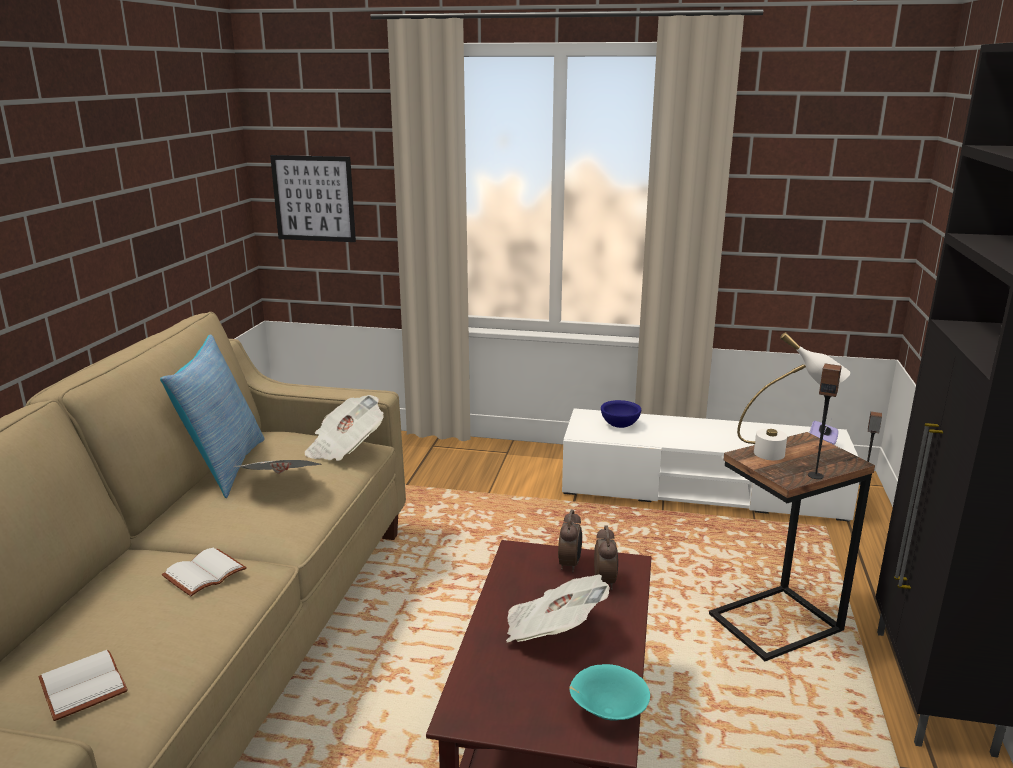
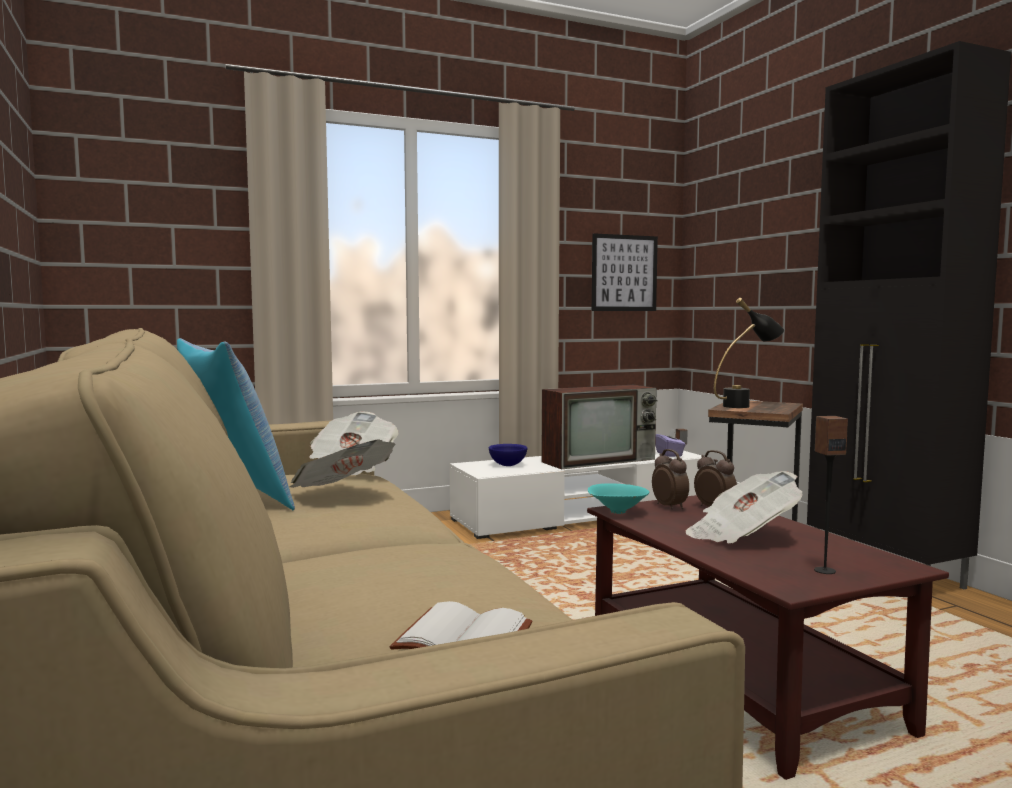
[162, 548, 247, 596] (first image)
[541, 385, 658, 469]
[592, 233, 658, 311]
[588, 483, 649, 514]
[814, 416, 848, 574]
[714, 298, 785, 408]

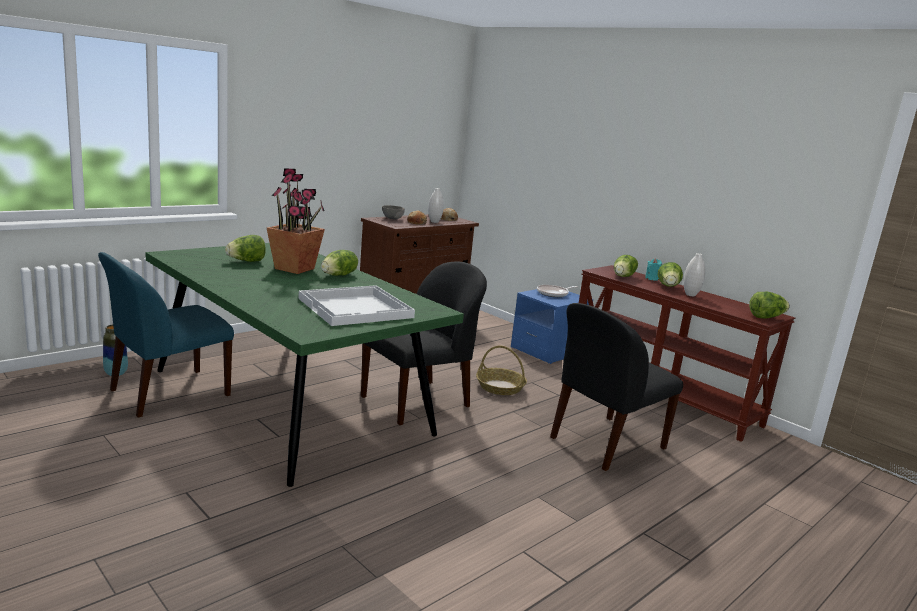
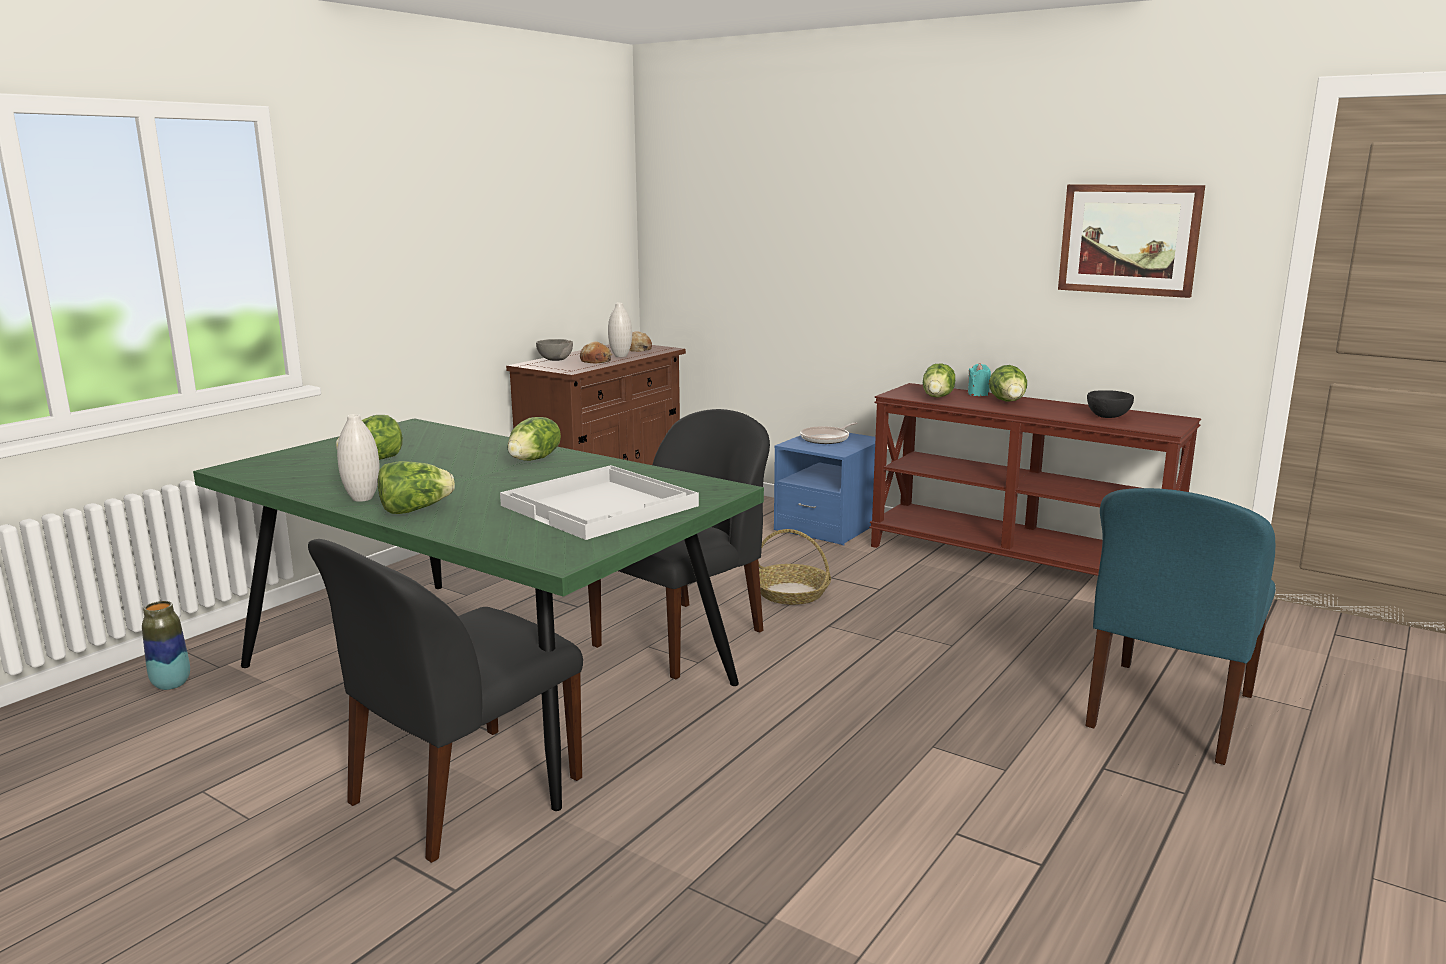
[267, 168, 325, 274] (first image)
[1058, 184, 1205, 298]
[1087, 390, 1134, 418]
[1086, 488, 1275, 765]
[308, 539, 583, 863]
[337, 414, 380, 502]
[378, 461, 455, 514]

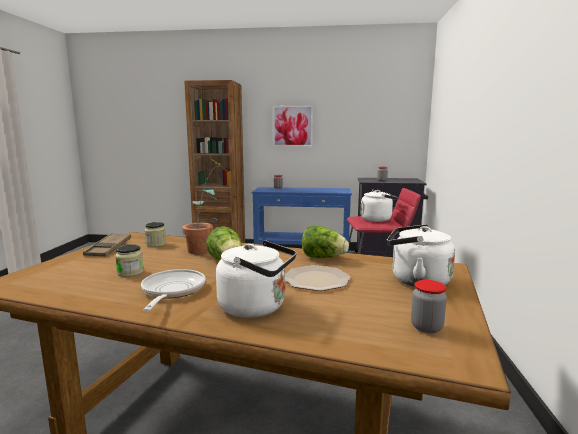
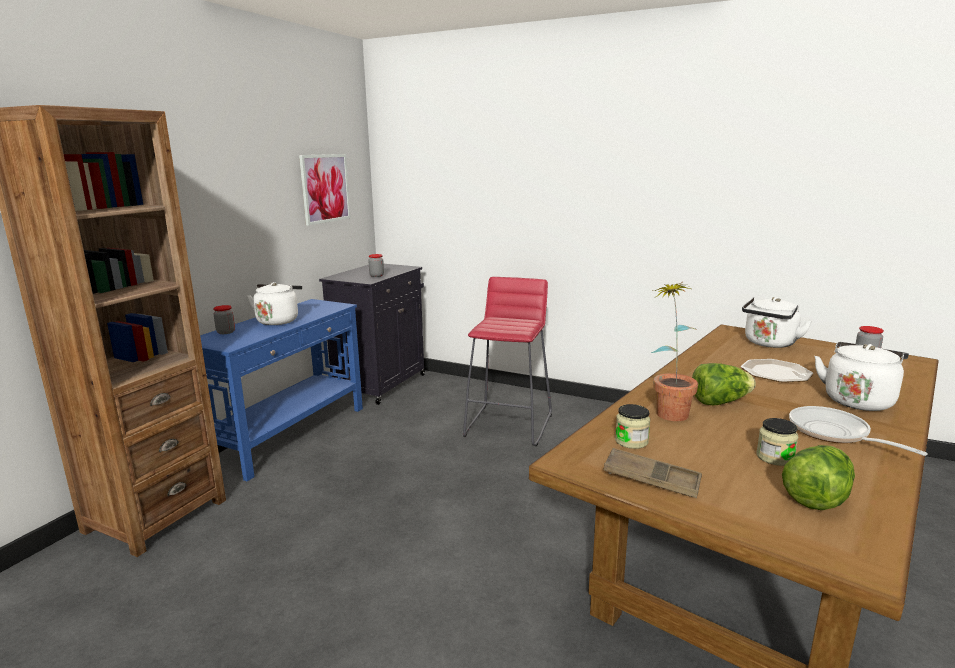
[299, 154, 351, 226]
[782, 445, 855, 510]
[247, 282, 302, 325]
[789, 406, 928, 456]

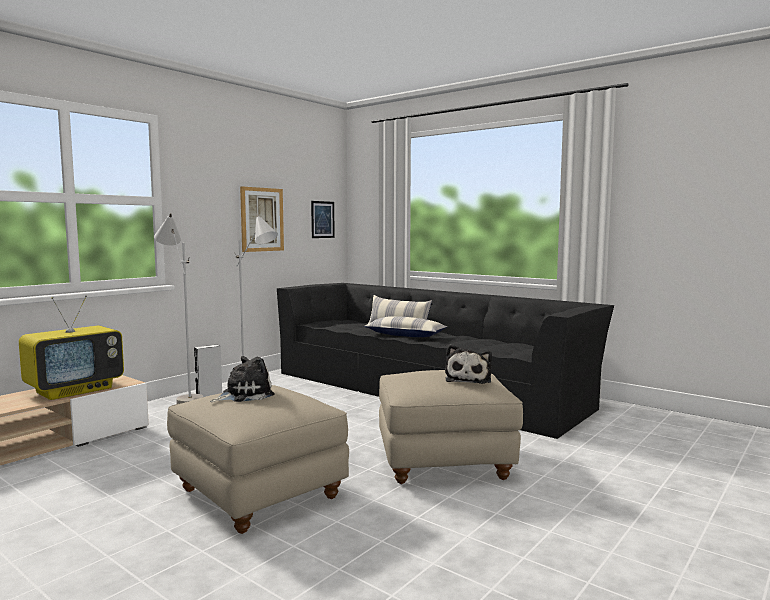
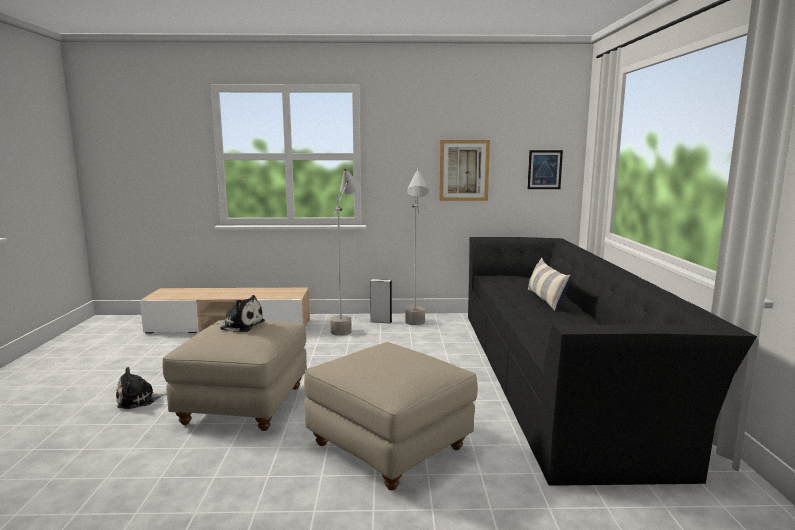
[19, 296, 124, 400] (first image)
[364, 316, 447, 337] (first image)
[116, 367, 167, 409]

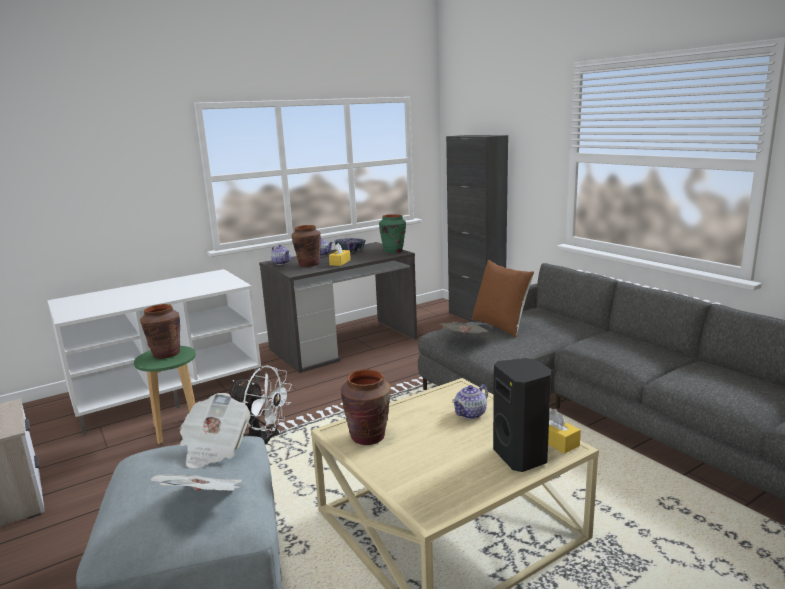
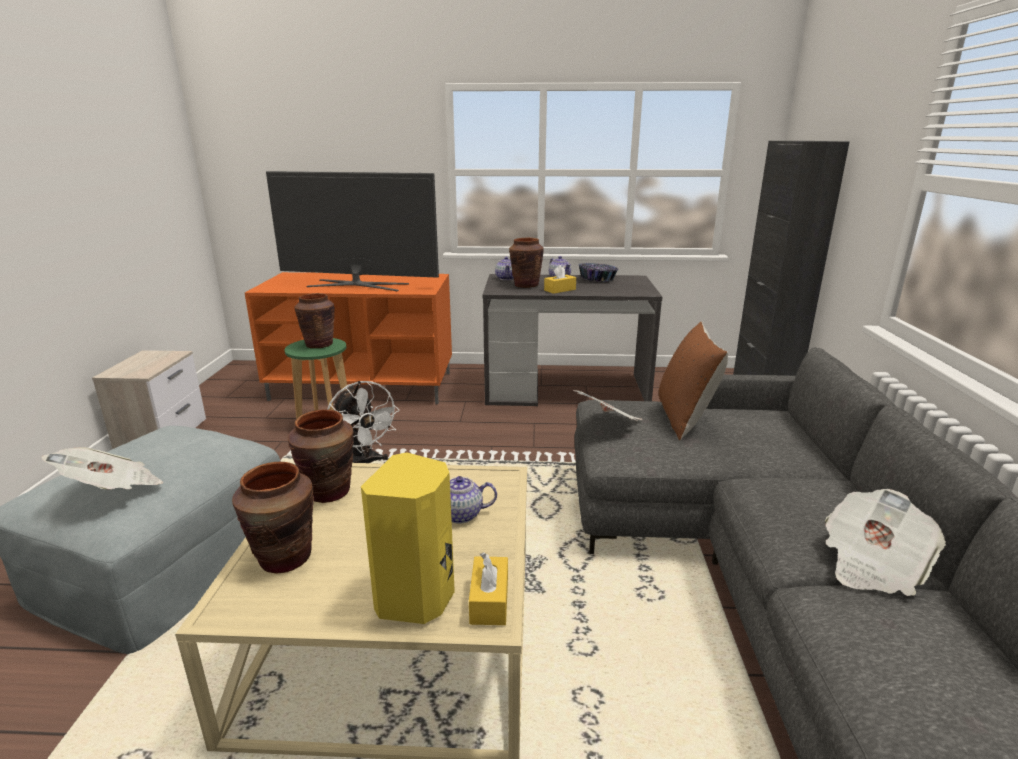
[379, 214, 406, 253] (first image)
[232, 462, 314, 574]
[266, 171, 439, 291]
[824, 489, 946, 596]
[245, 272, 452, 404]
[361, 452, 455, 624]

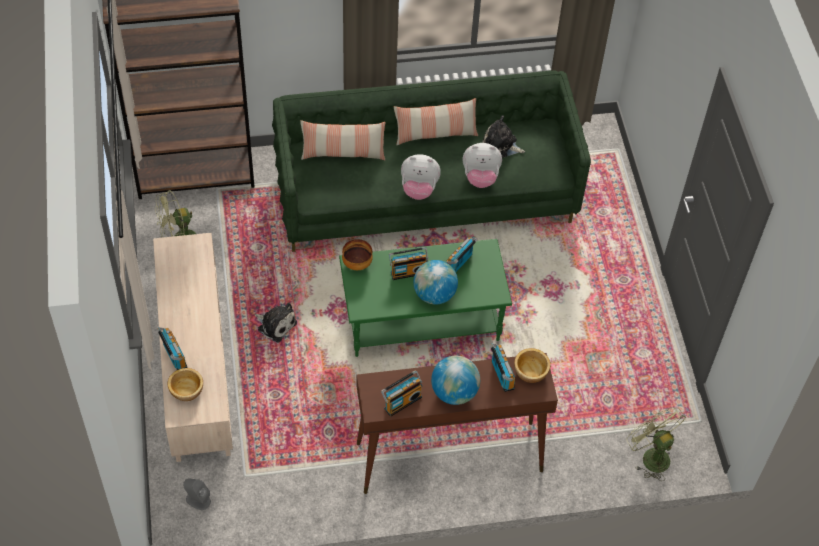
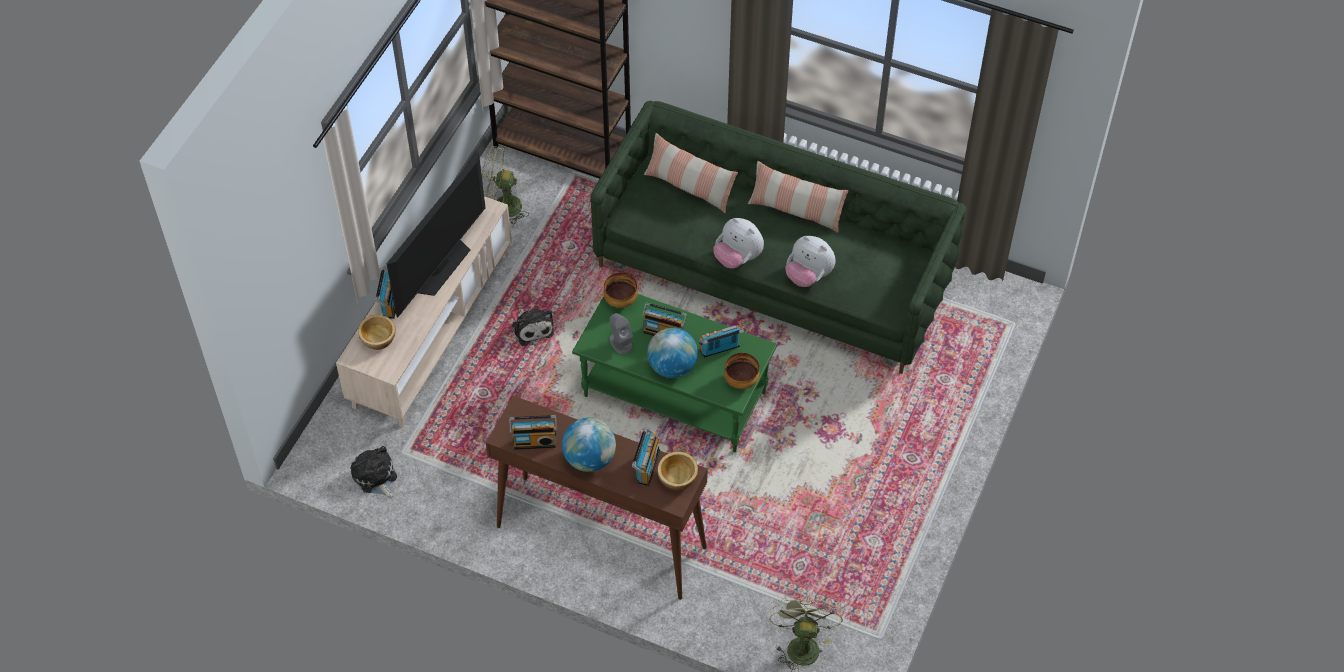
[386, 152, 485, 317]
[724, 353, 759, 389]
[609, 313, 633, 354]
[350, 446, 397, 498]

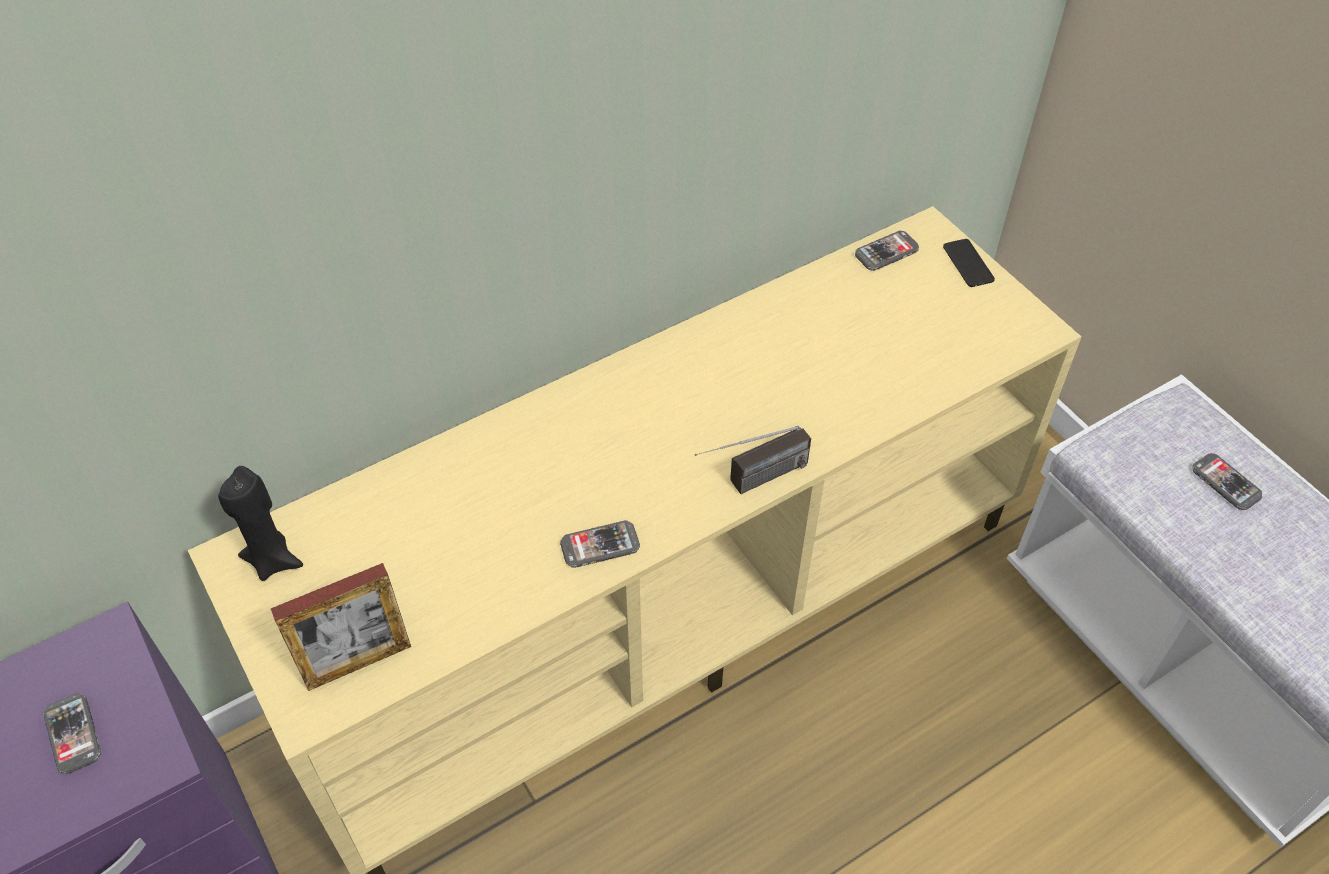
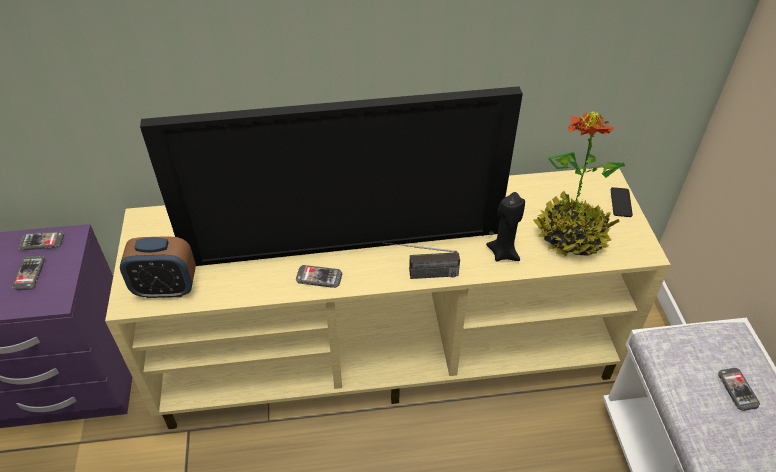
[140, 86, 523, 266]
[533, 111, 625, 258]
[486, 192, 525, 261]
[18, 231, 64, 250]
[120, 236, 196, 298]

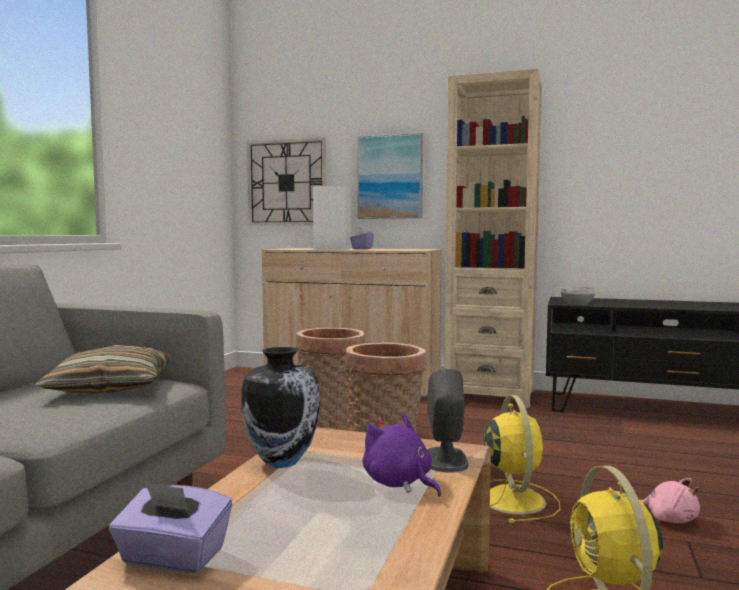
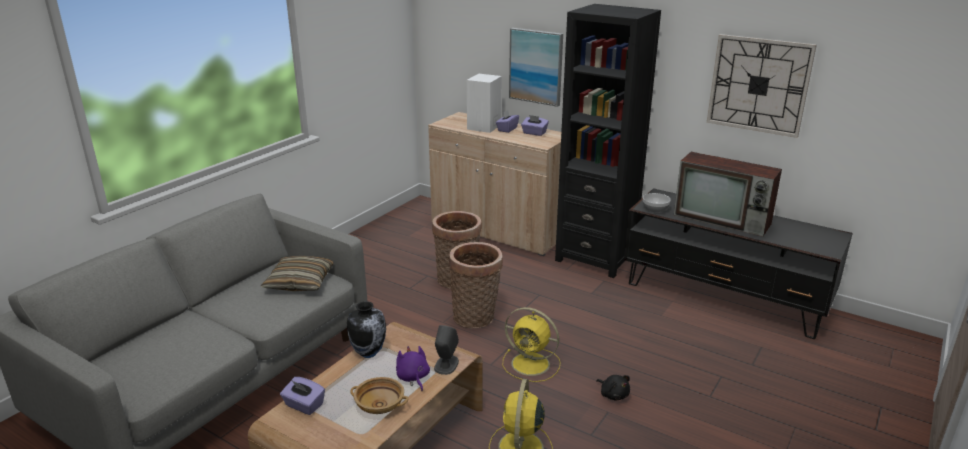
[350, 377, 408, 414]
[521, 115, 549, 136]
[674, 152, 782, 236]
[707, 34, 817, 138]
[555, 4, 661, 278]
[596, 375, 630, 400]
[502, 307, 561, 382]

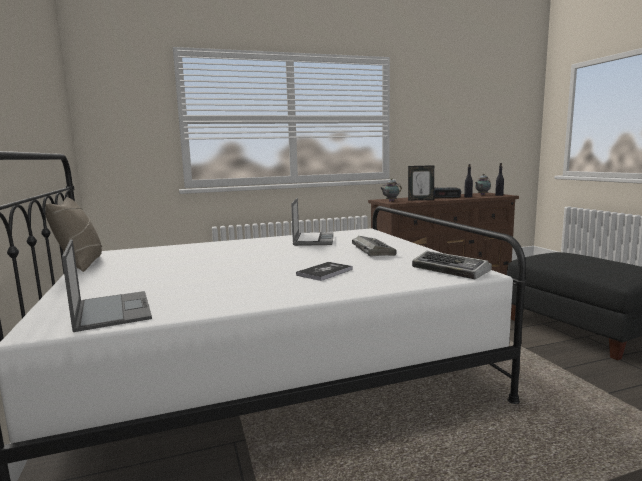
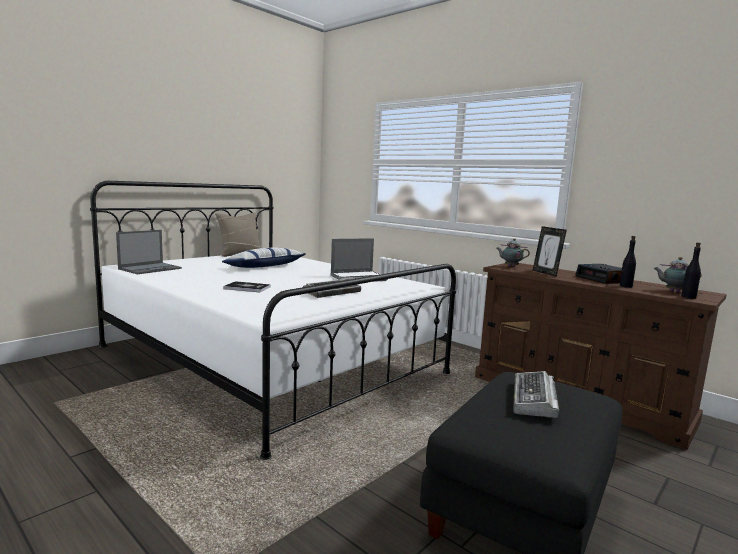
[222, 248, 306, 268]
[513, 371, 559, 418]

